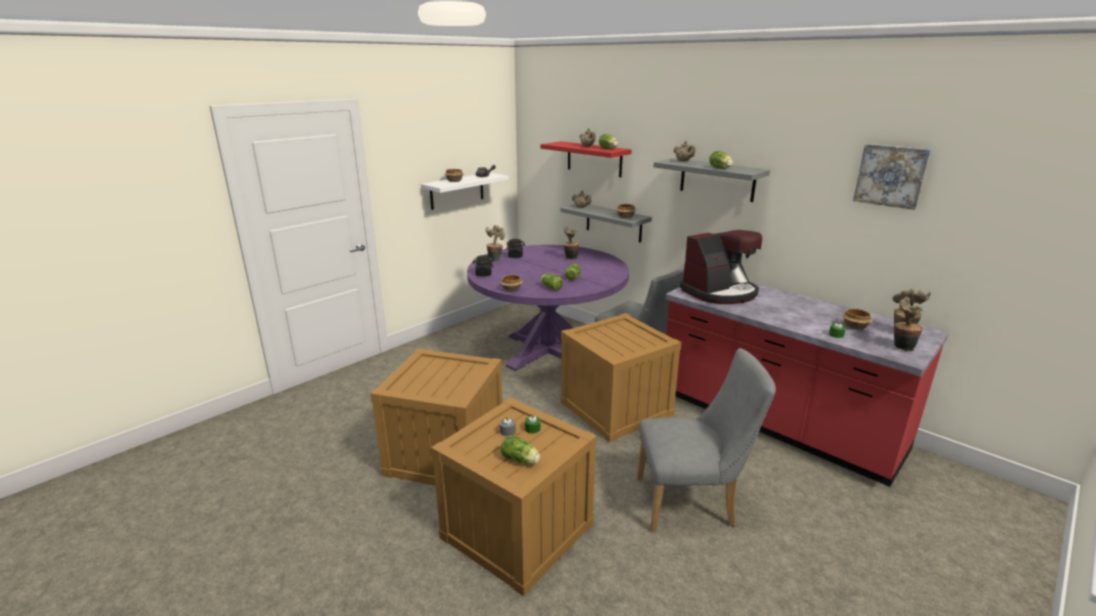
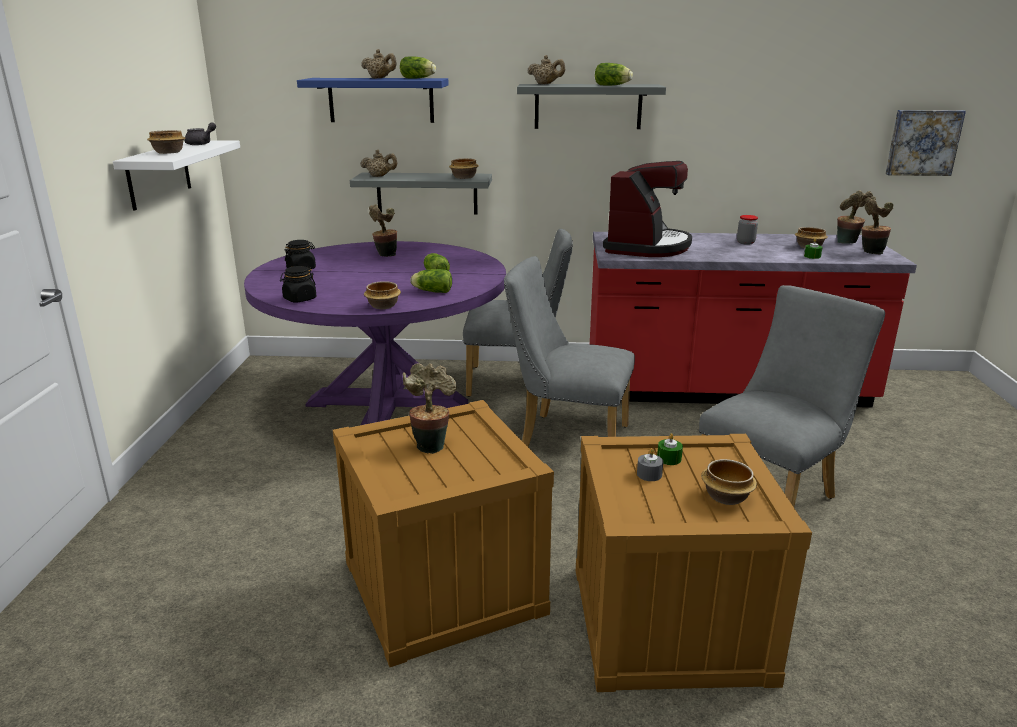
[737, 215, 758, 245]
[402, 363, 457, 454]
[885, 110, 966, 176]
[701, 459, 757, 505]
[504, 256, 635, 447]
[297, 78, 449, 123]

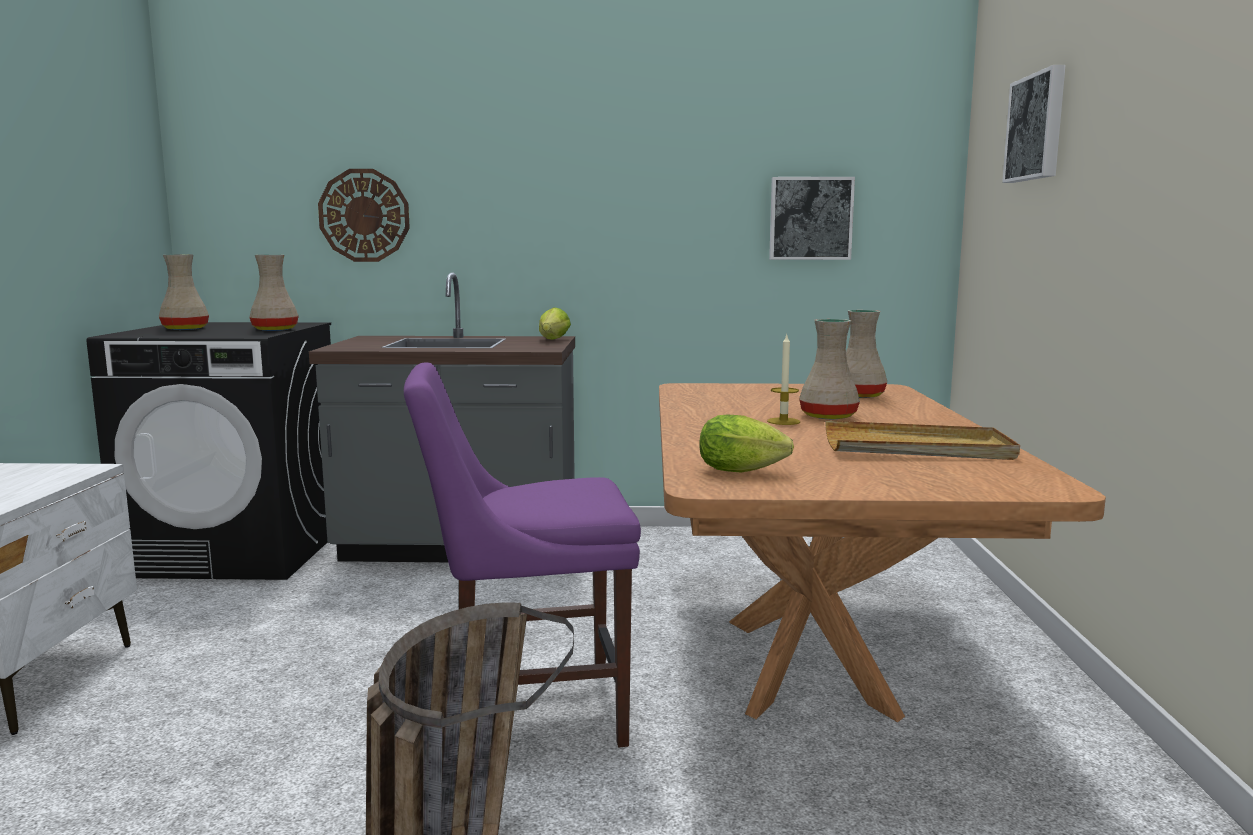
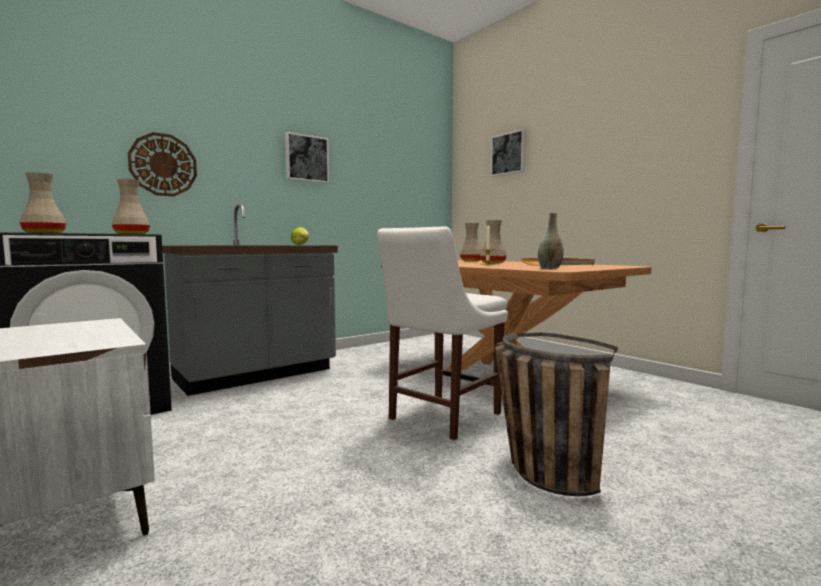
[285, 132, 329, 183]
[538, 213, 564, 269]
[377, 226, 508, 440]

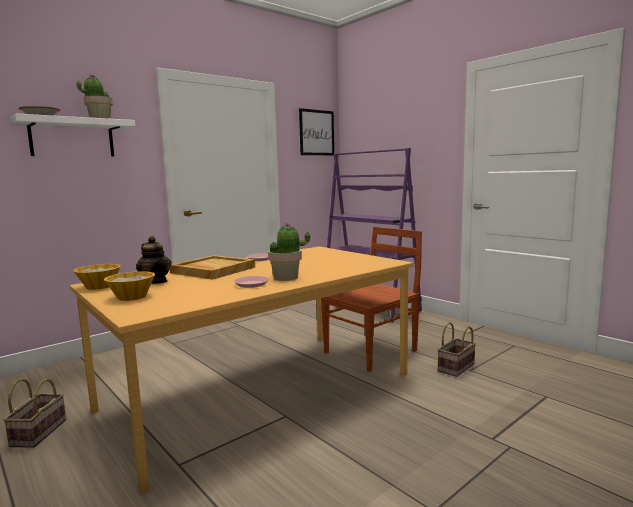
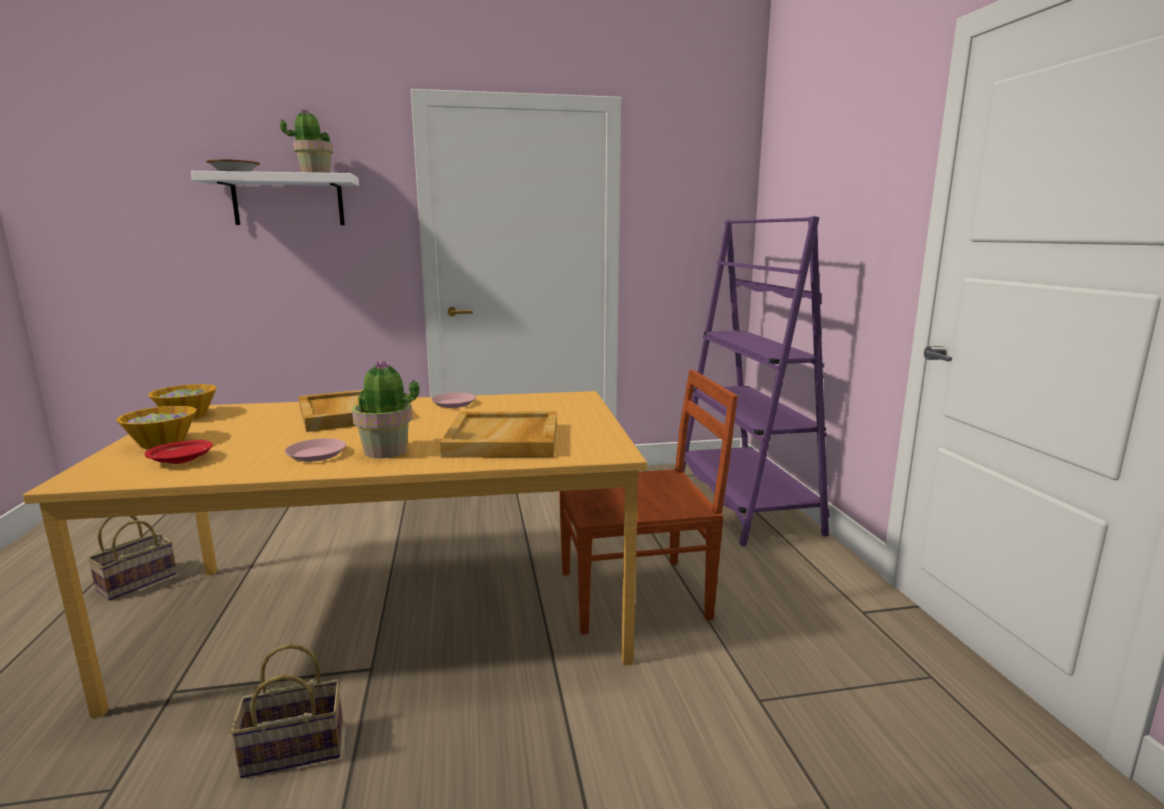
[136, 236, 172, 284] (first image)
[299, 108, 334, 156] (first image)
[145, 440, 213, 464]
[440, 412, 557, 458]
[230, 644, 343, 778]

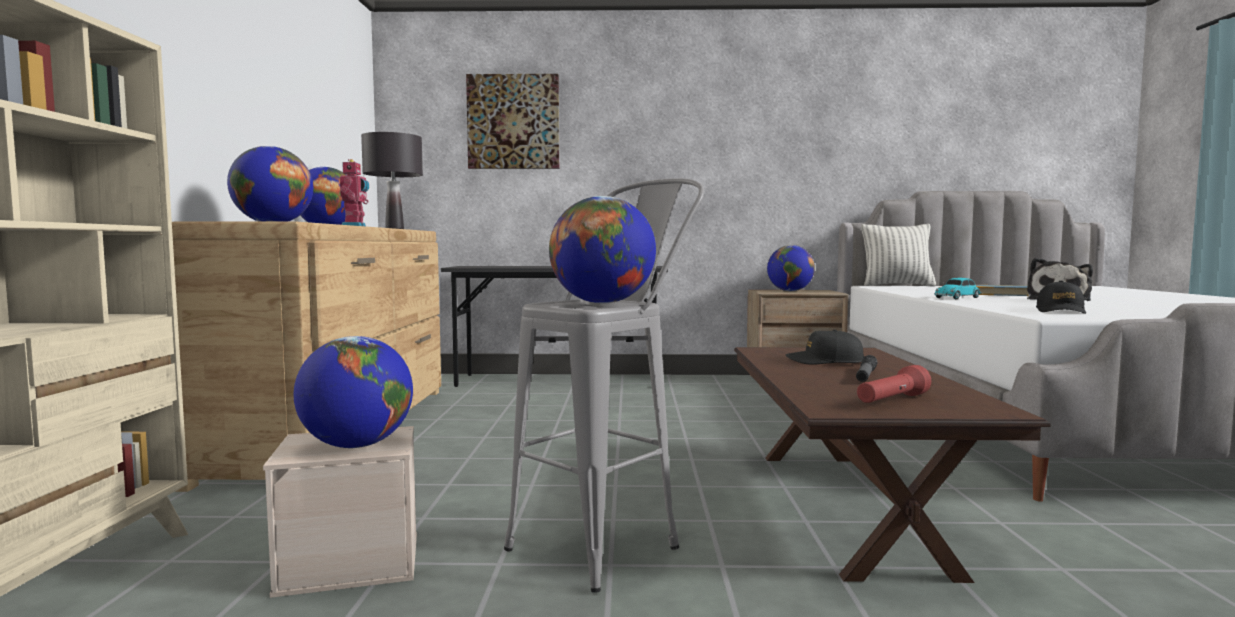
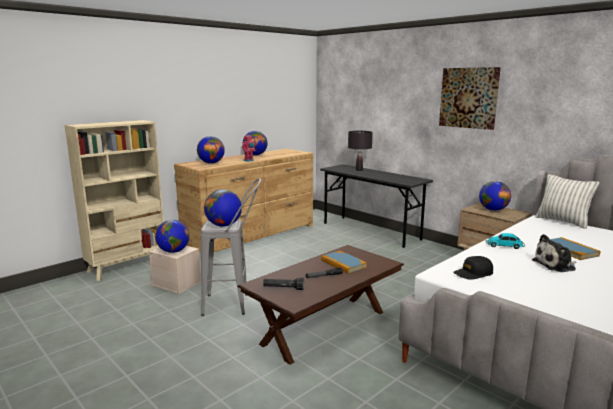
[348, 131, 373, 171]
[439, 67, 501, 130]
[321, 251, 367, 274]
[263, 278, 304, 290]

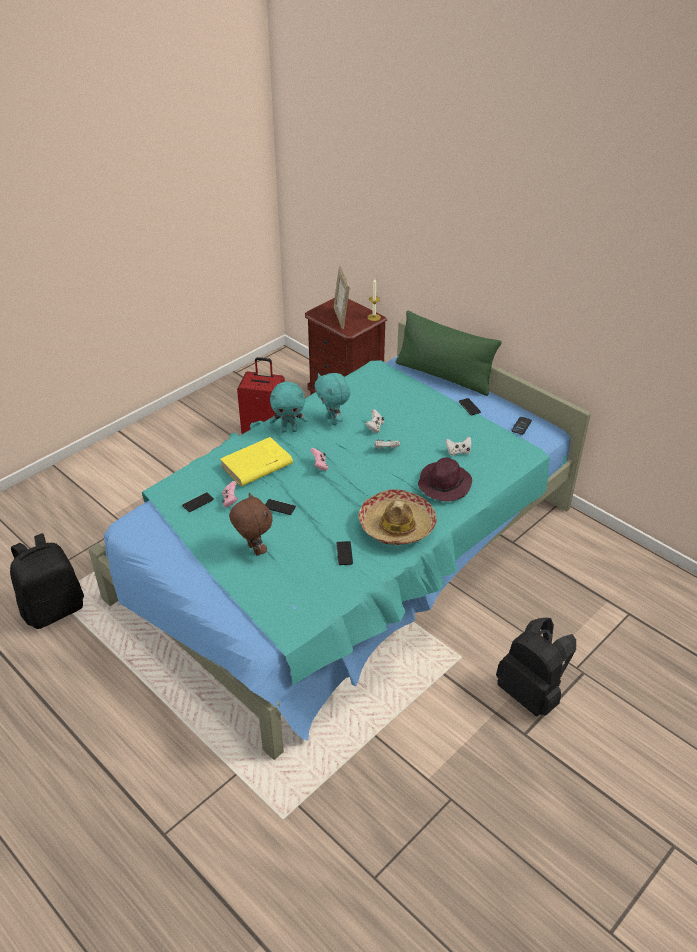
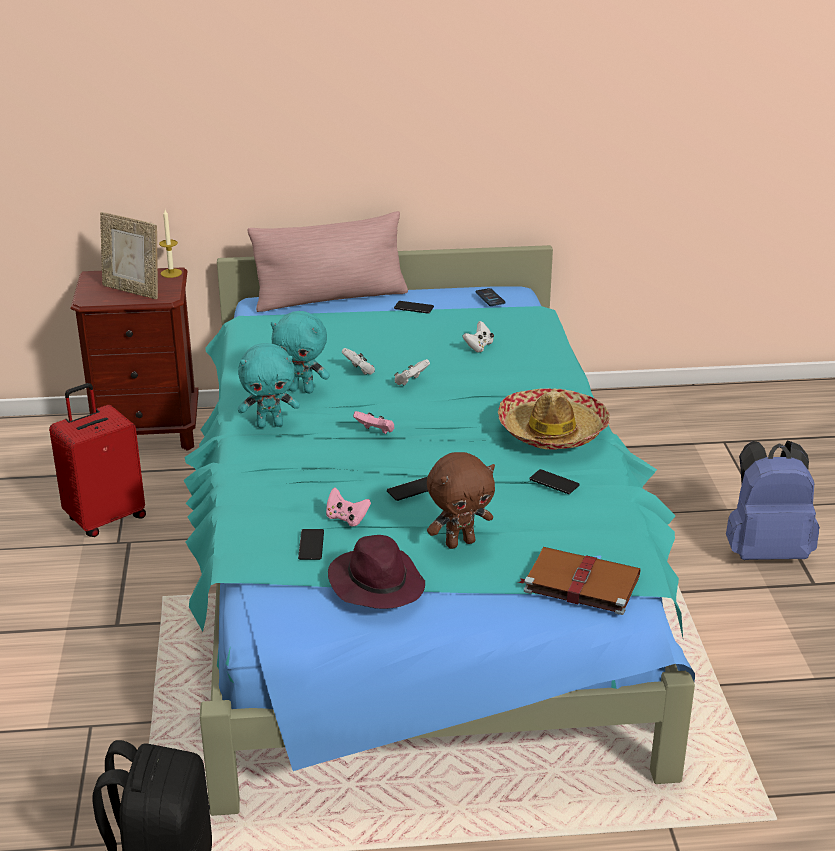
[220, 437, 293, 486] (first image)
[518, 547, 641, 615]
[328, 535, 425, 609]
[247, 211, 408, 312]
[726, 441, 820, 560]
[427, 452, 495, 549]
[238, 343, 300, 428]

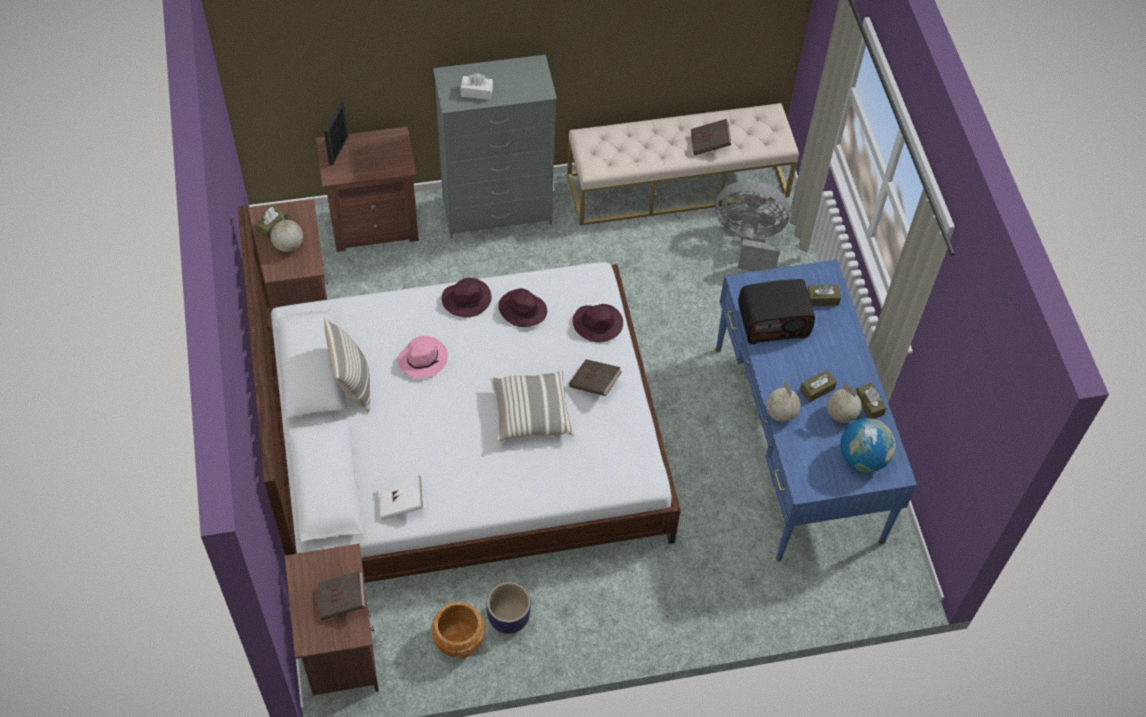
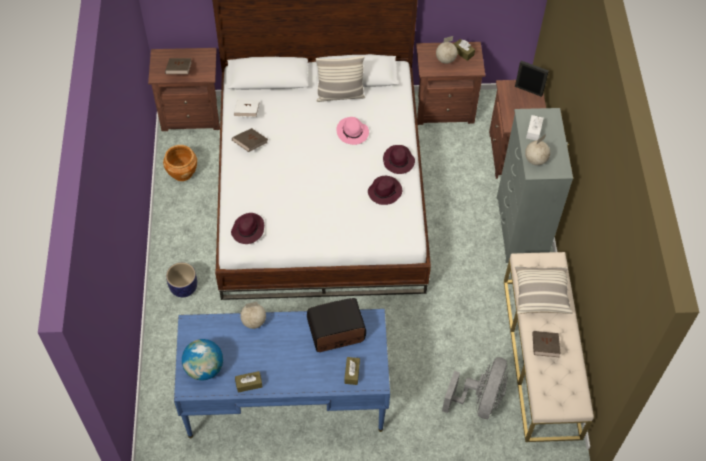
[800, 370, 837, 402] (first image)
[166, 262, 197, 297]
[515, 265, 573, 314]
[232, 128, 268, 152]
[231, 213, 264, 244]
[525, 134, 550, 165]
[307, 298, 366, 352]

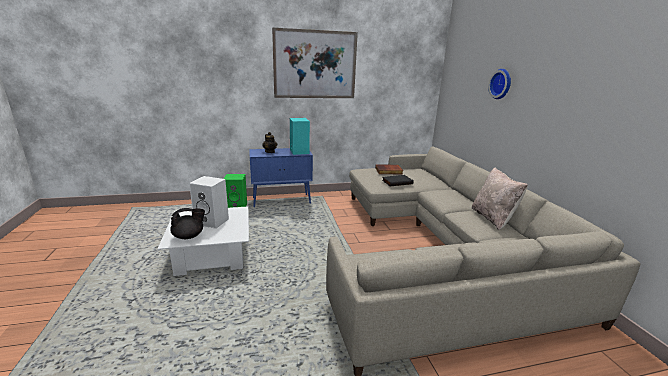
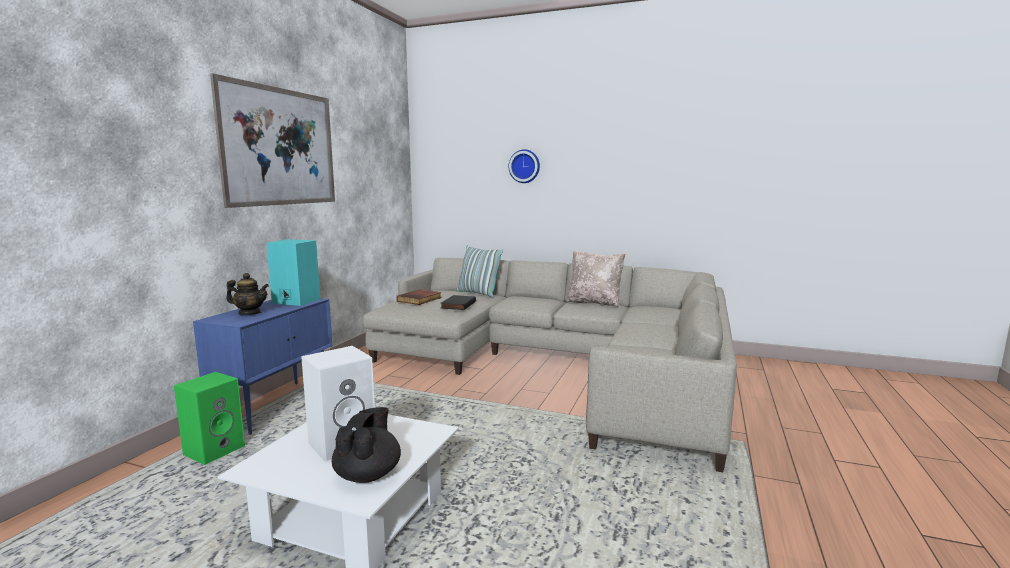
[456, 245, 503, 297]

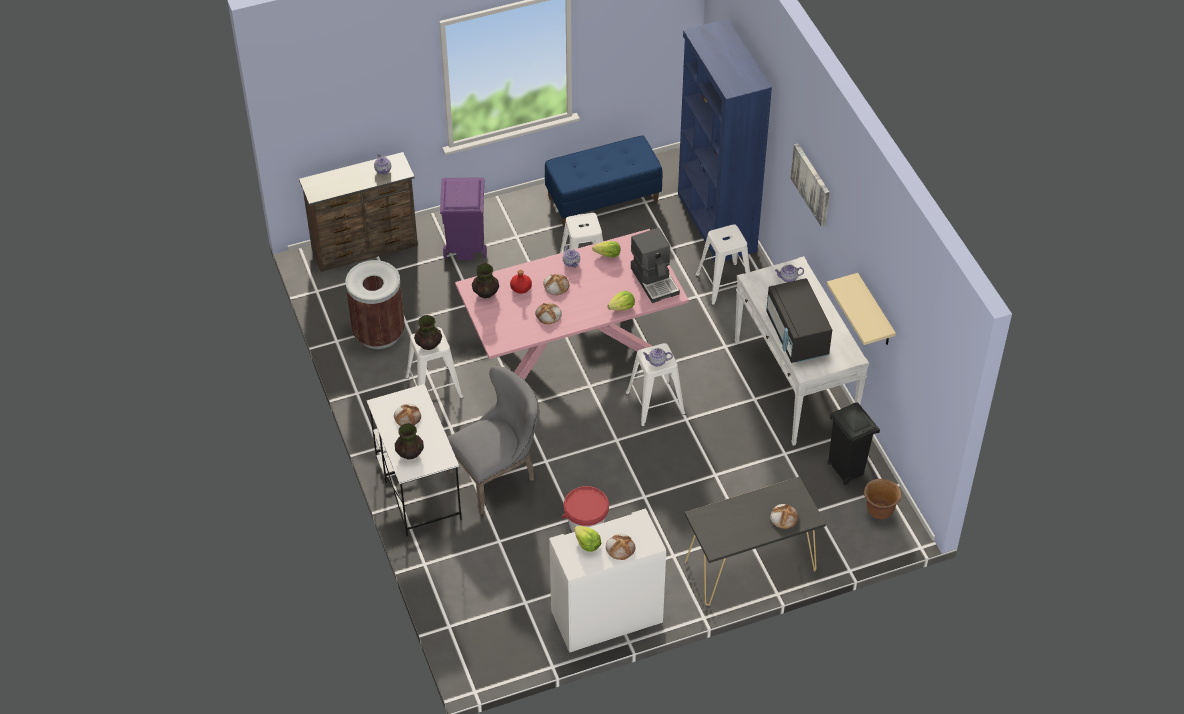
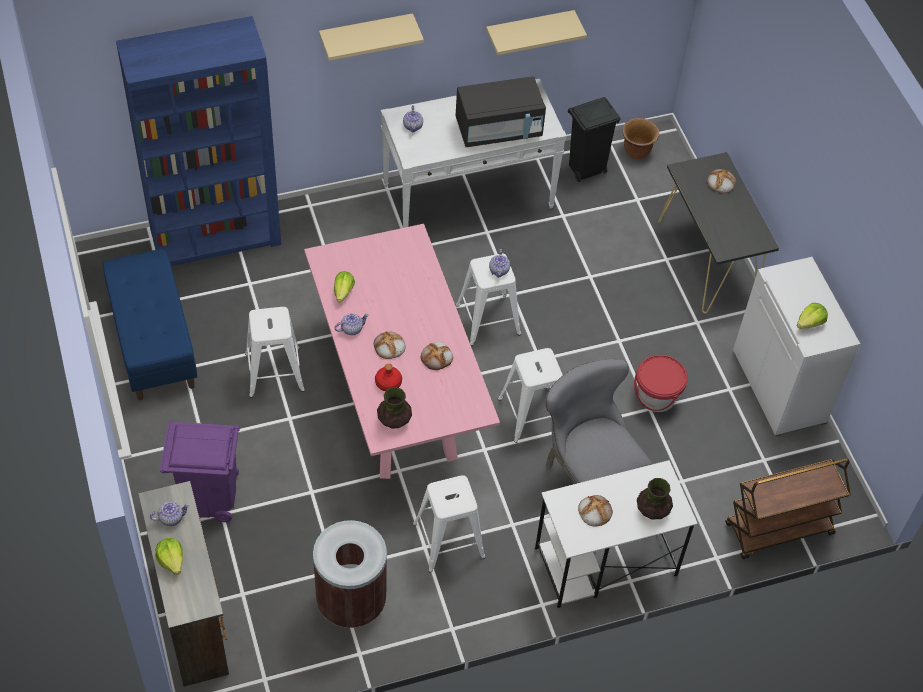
[414, 315, 442, 350] (first image)
[606, 534, 635, 560] (first image)
[631, 228, 680, 303] (first image)
[725, 458, 851, 559]
[155, 538, 183, 575]
[498, 348, 563, 443]
[319, 13, 424, 61]

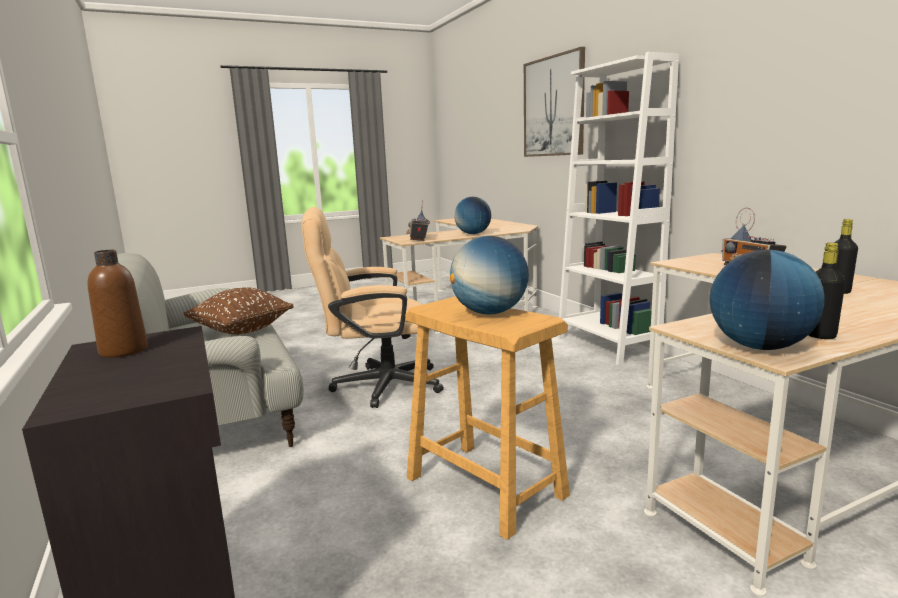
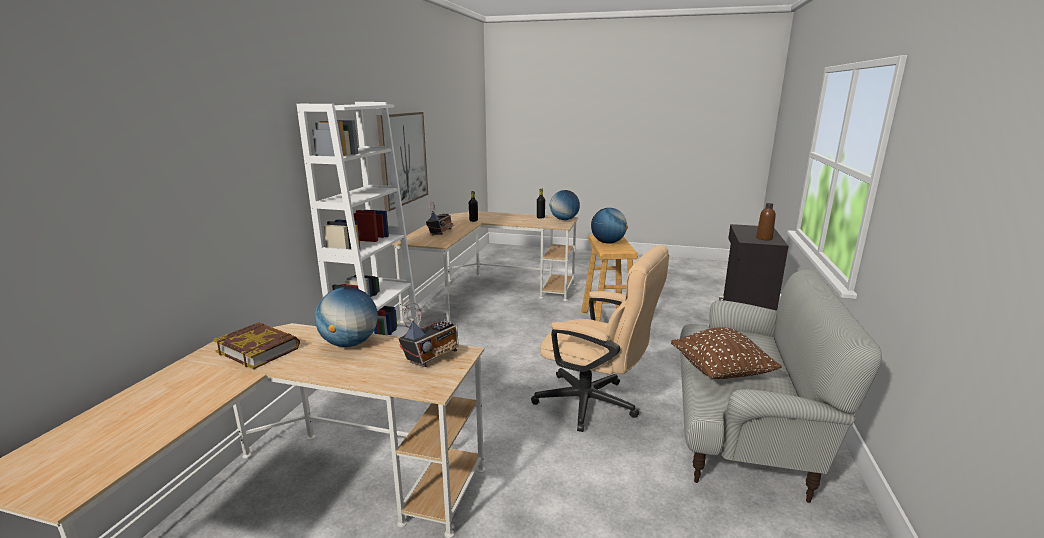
[213, 322, 300, 370]
[377, 112, 428, 211]

